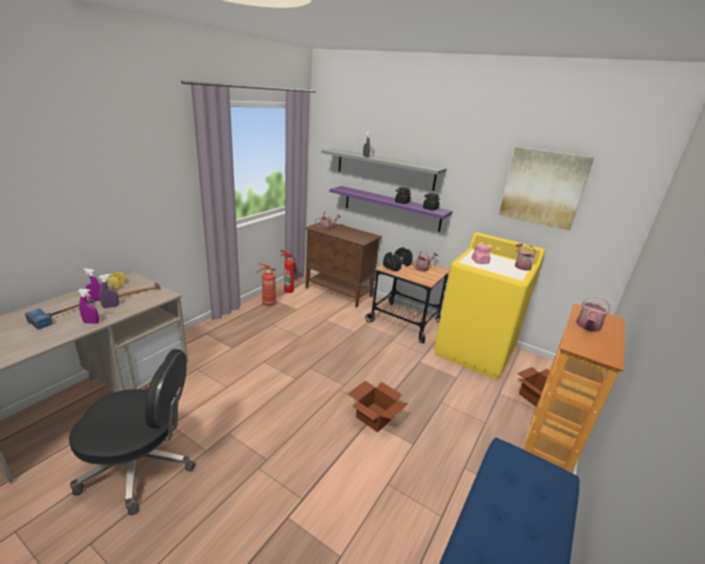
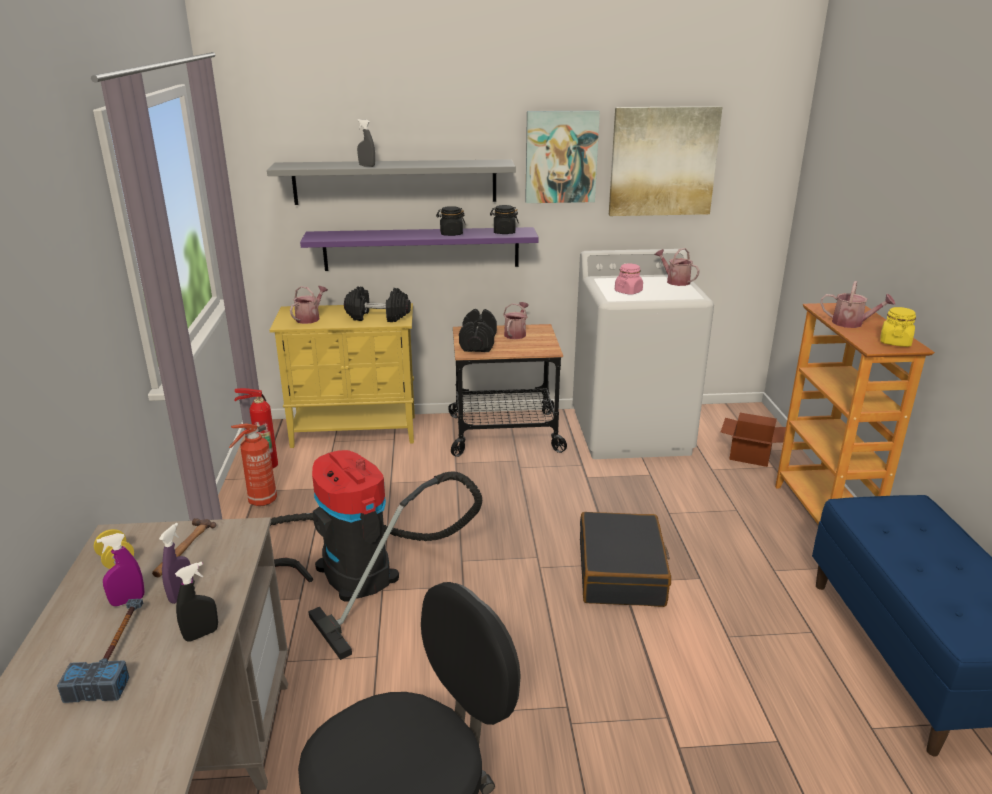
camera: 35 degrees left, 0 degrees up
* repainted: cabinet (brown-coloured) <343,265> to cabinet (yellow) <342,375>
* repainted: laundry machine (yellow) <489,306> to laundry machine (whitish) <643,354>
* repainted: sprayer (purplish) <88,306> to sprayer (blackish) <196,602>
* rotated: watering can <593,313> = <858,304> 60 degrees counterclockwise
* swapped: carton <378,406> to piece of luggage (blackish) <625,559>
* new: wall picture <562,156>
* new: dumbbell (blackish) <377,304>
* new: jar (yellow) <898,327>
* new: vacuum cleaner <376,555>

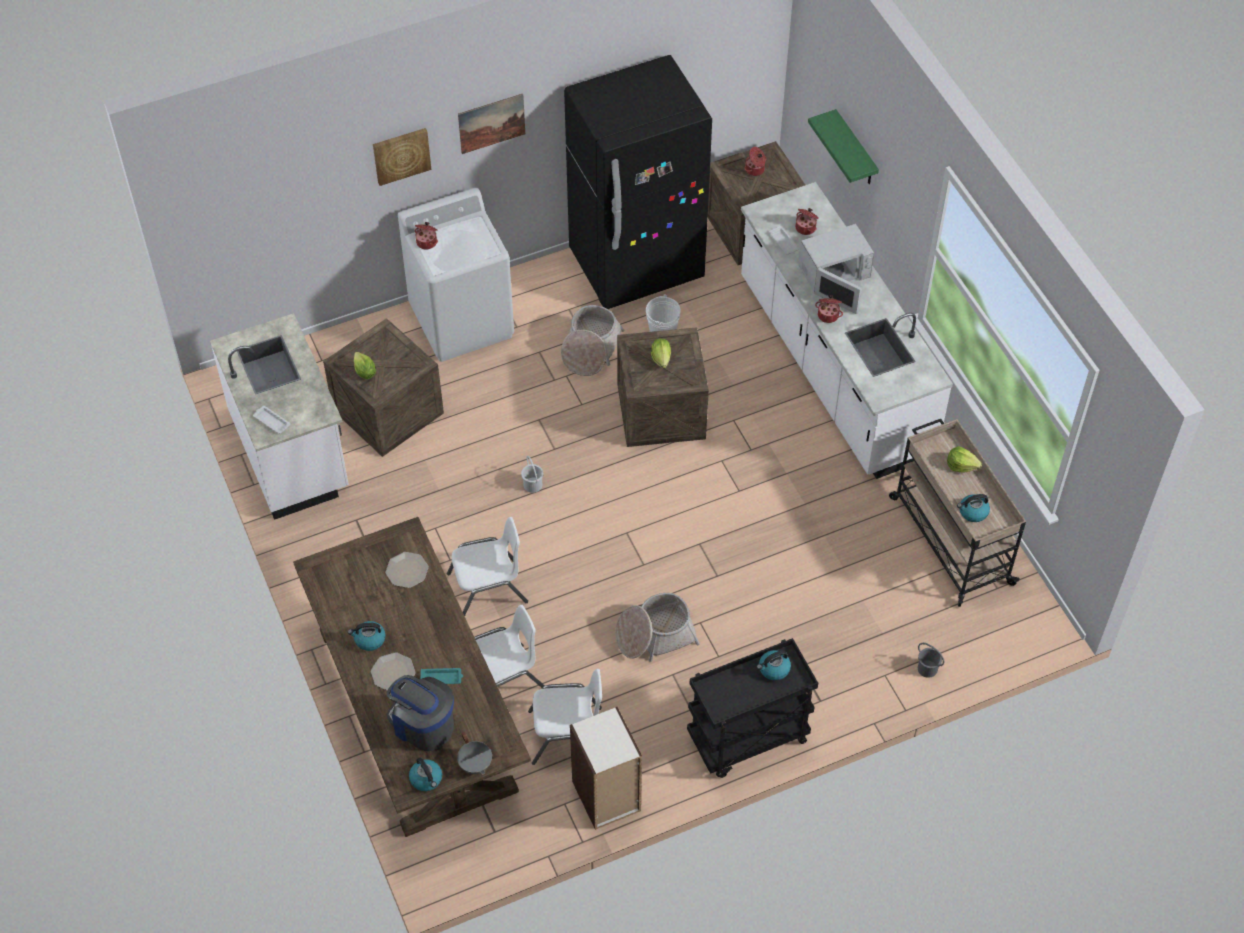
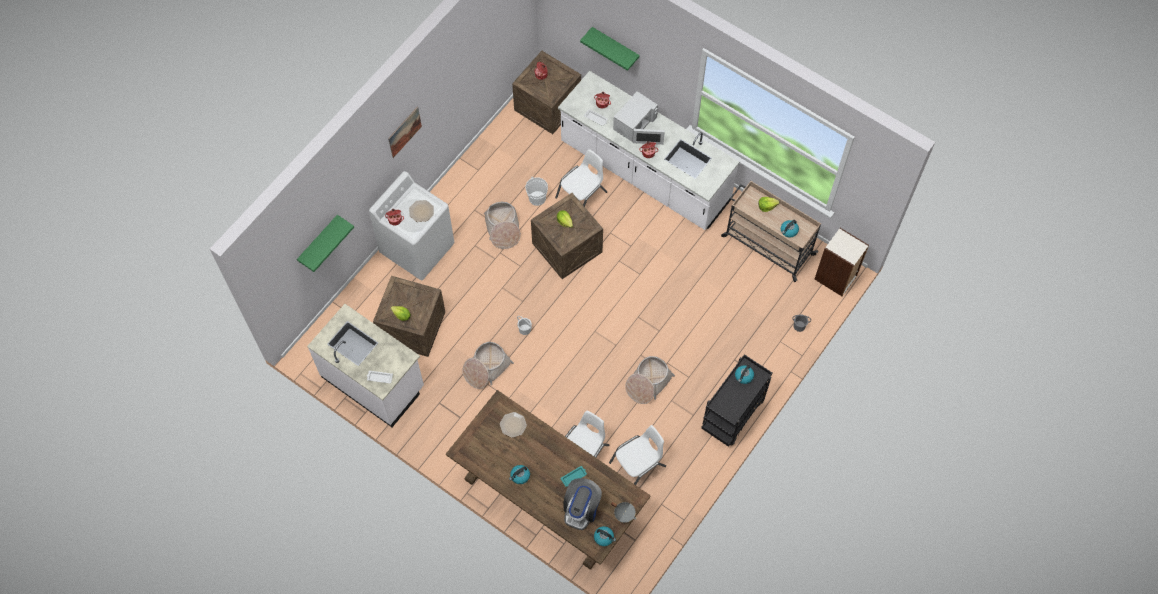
camera: 30 degrees left, 10 degrees up
* gone: fridge (blackish) <638,182>
* gone: wall picture <402,157>
* shifted: chair (whitish) <487,566> to <581,178>
* shifted: plate <393,671> to <421,211>
* rotated: coffee machine <420,713> = <582,504> 75 degrees counterclockwise
* shifted: bookcase <606,768> to <842,262>
* new: shelf (greenish) <325,243>
* new: storage basket <488,365>

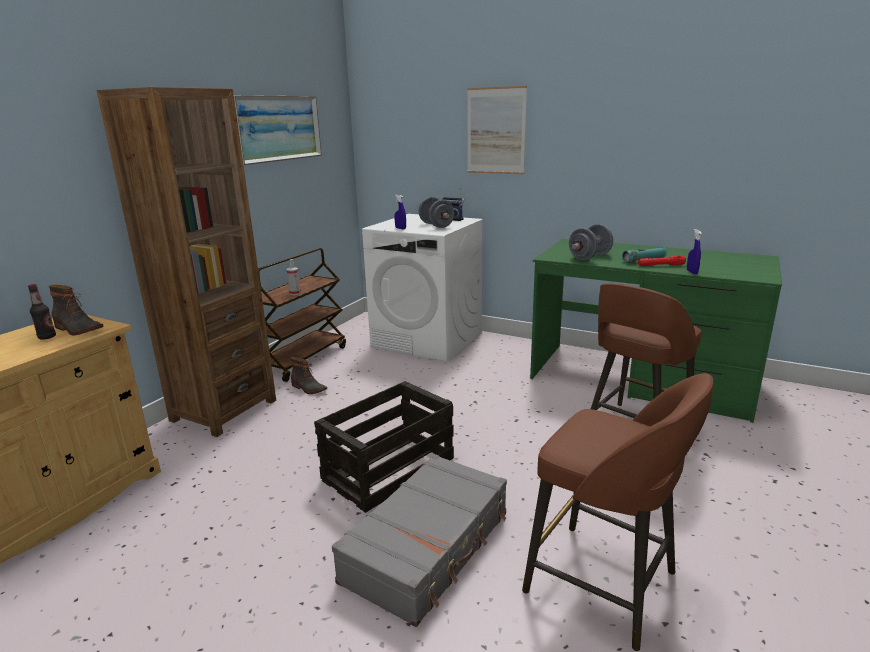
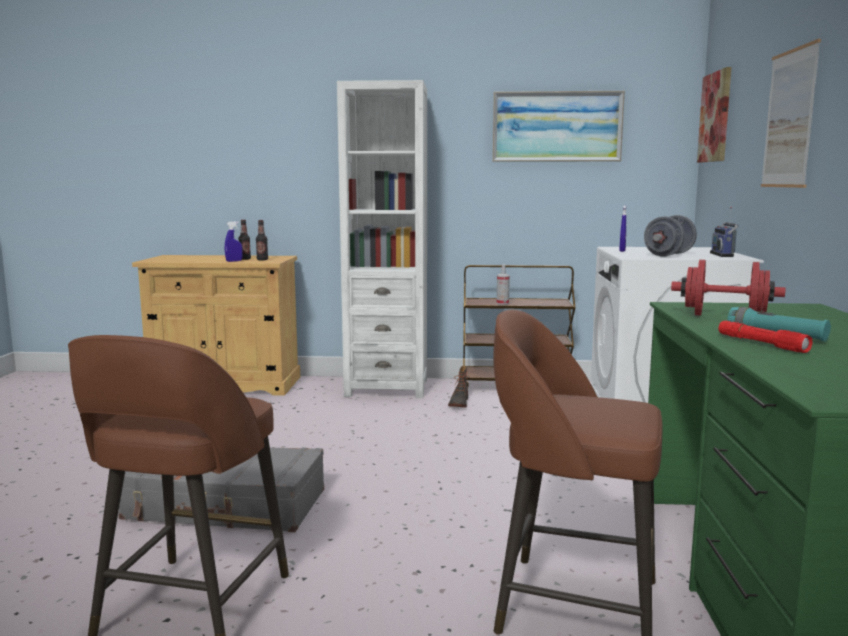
camera: 65 degrees right, 10 degrees down
* repainted: bookcase (brown-coloured) <186,262> to bookcase (whitish) <382,239>
* repainted: dumbbell (grey) <591,242> to dumbbell (red-coloured) <728,288>
* shifted: sprayer (blue-coloured) <694,251> to <233,241>
* swapped: boot <76,310> to beverage bottle <262,240>
* gone: shipping crate <384,447>
* new: wall picture <714,115>

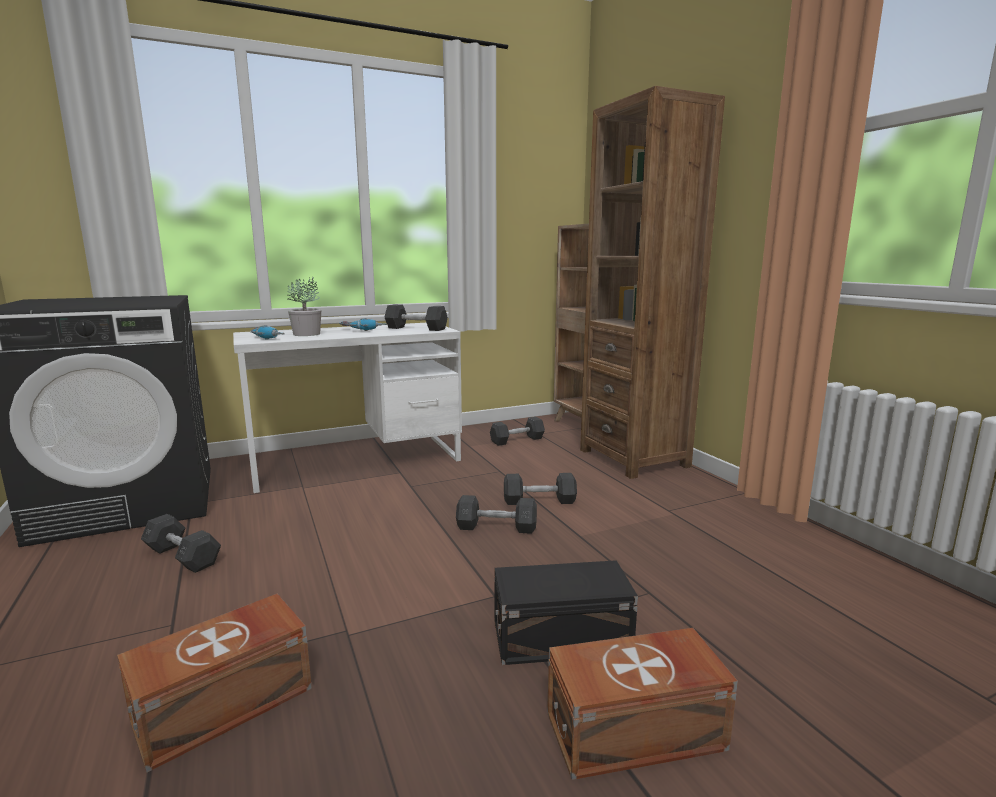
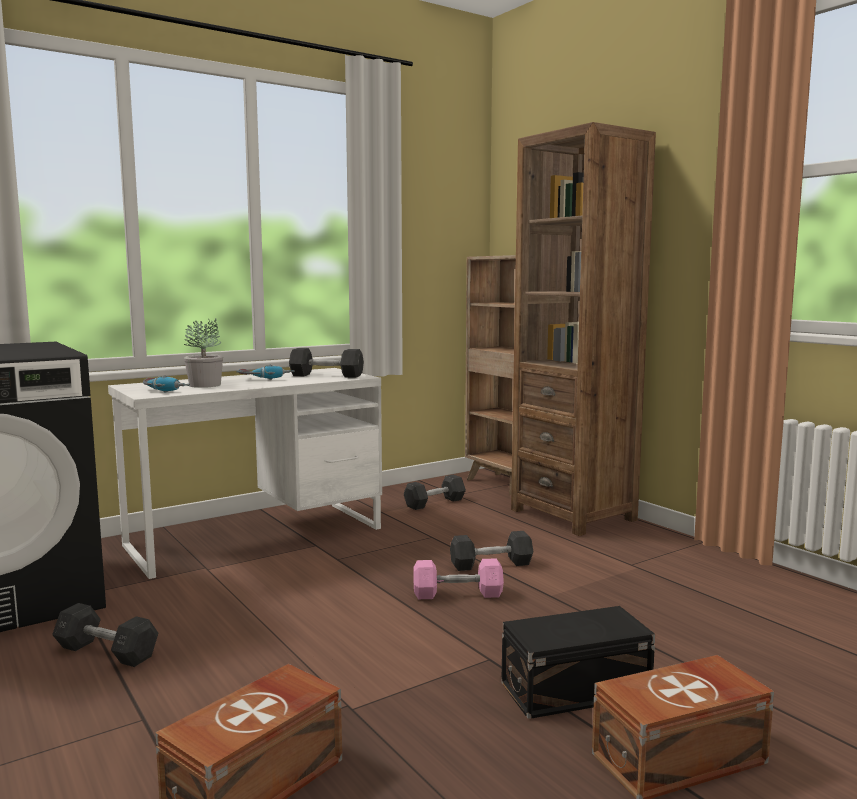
camera: 10 degrees left, 5 degrees down
* repainted: dumbbell (grey) <496,514> to dumbbell (pink-coloured) <458,578>

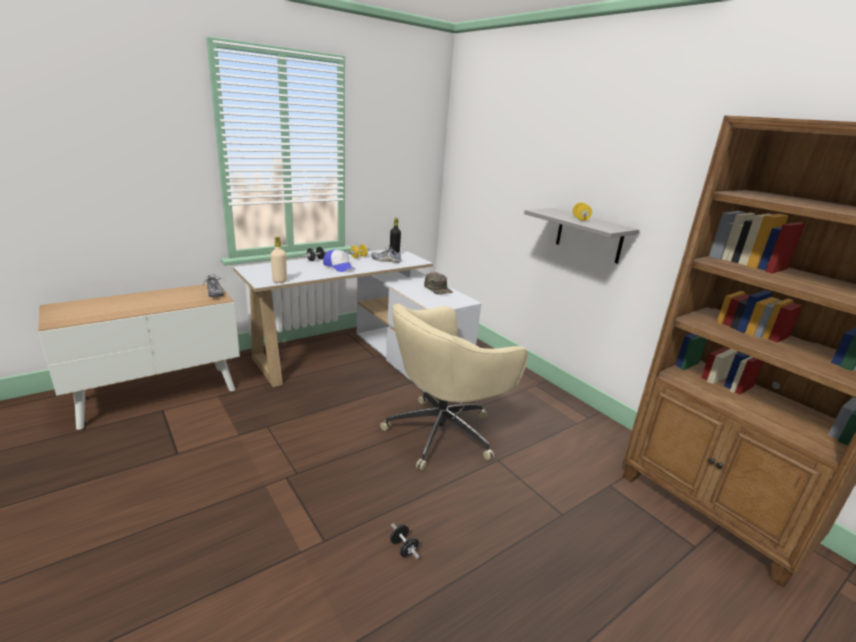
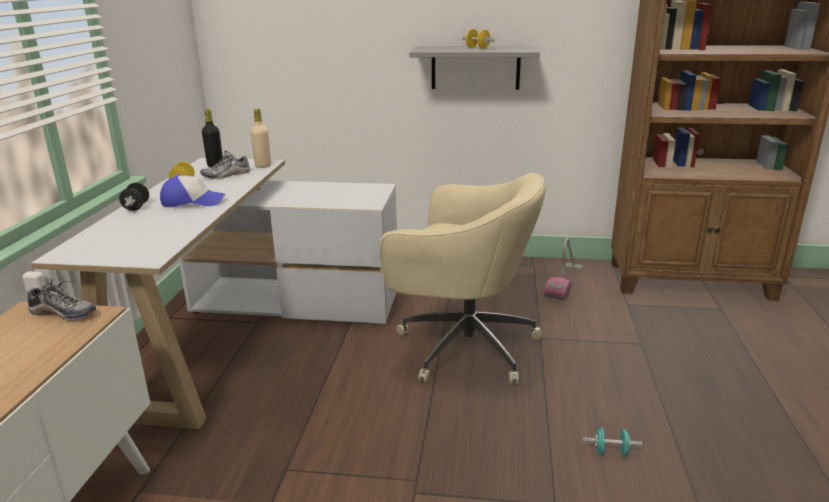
camera: 45 degrees left, 0 degrees up
* shifted: beverage bottle (beige-coloured) <279,260> to <260,138>
* gone: baseball cap (greenish) <438,283>
* rotated: desk chair (beige-coloured) <454,387> = <463,279> 75 degrees counterclockwise
* repainted: dumbbell (blackish) <404,541> to dumbbell (turquoise-coloured) <612,442>
* new: vacuum cleaner <563,268>

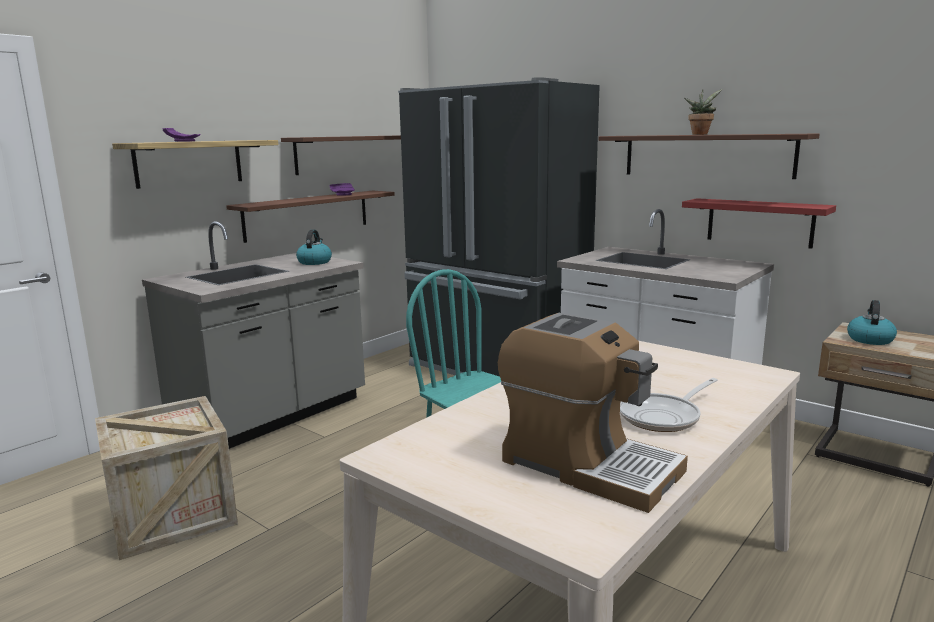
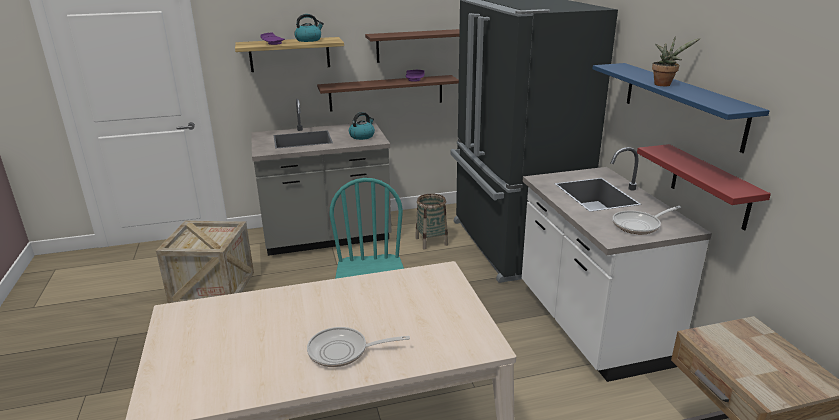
camera: 35 degrees right, 10 degrees up
* repainted: shelf (brown-coloured) <709,156> to shelf (blue-coloured) <680,108>
* shifted: water kettle <872,322> to <309,28>
* gone: coffee machine <593,413>
* new: storage basket <431,221>
* new: frying pan <646,220>

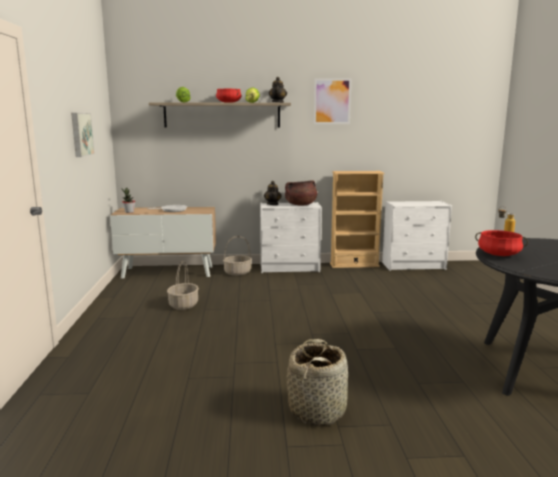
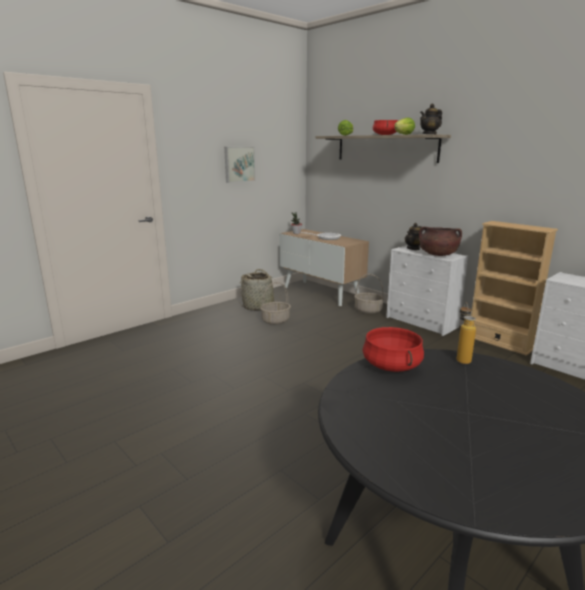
camera: 50 degrees right, 5 degrees up
* gone: wall picture <332,101>
* shifted: storage basket <317,382> to <261,290>

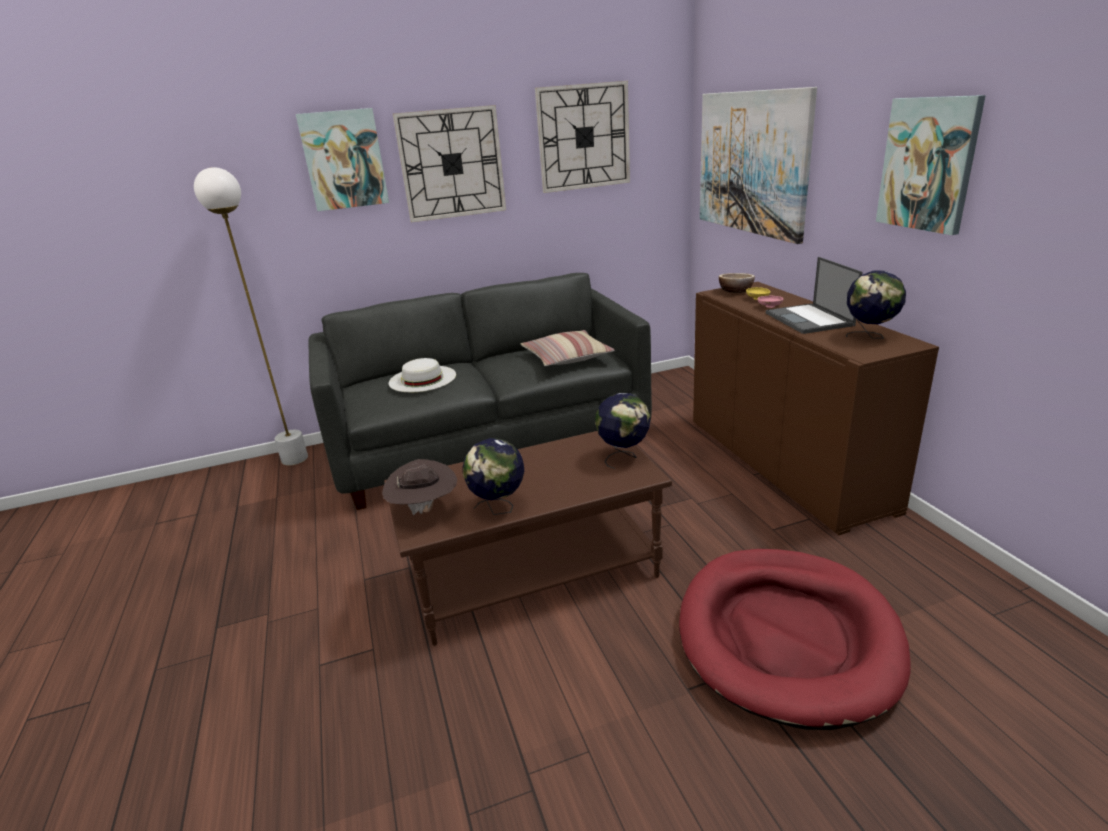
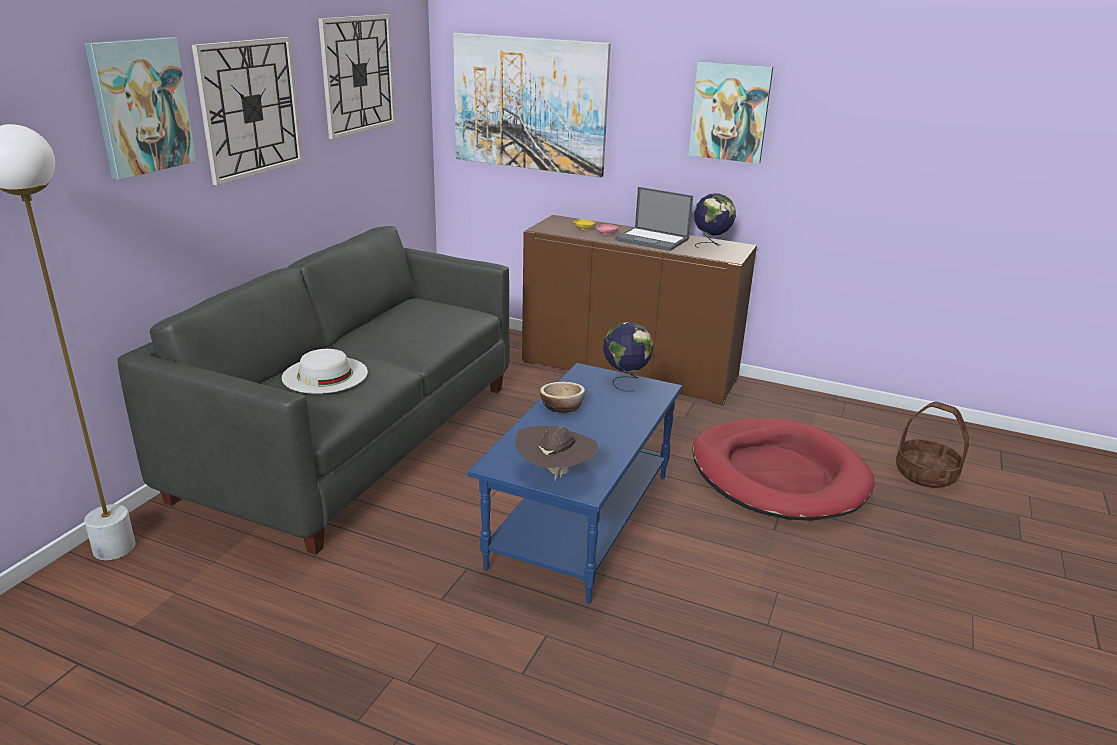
camera: 50 degrees left, 0 degrees up
* shifted: deep dish <737,283> to <562,397>
* gone: throw pillow <568,348>
* repainted: lounge table (brown-coloured) <528,538> to lounge table (blue-coloured) <575,483>
* gone: desk globe <493,476>
* new: storage basket <932,445>

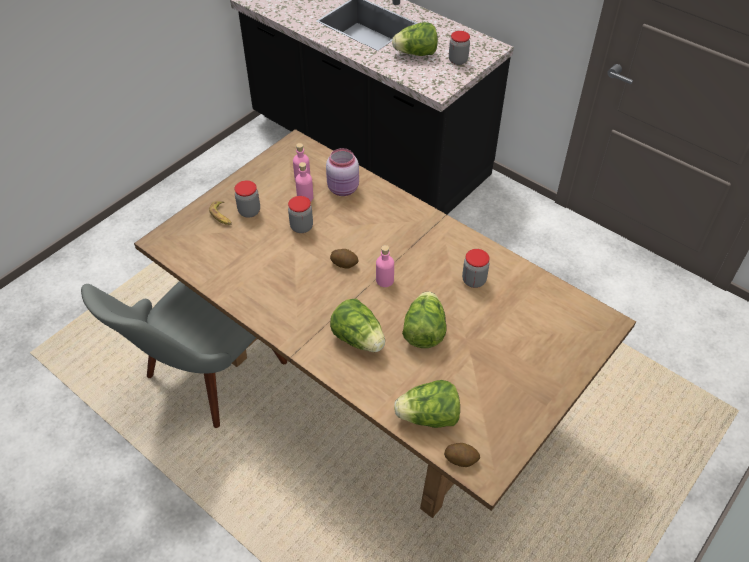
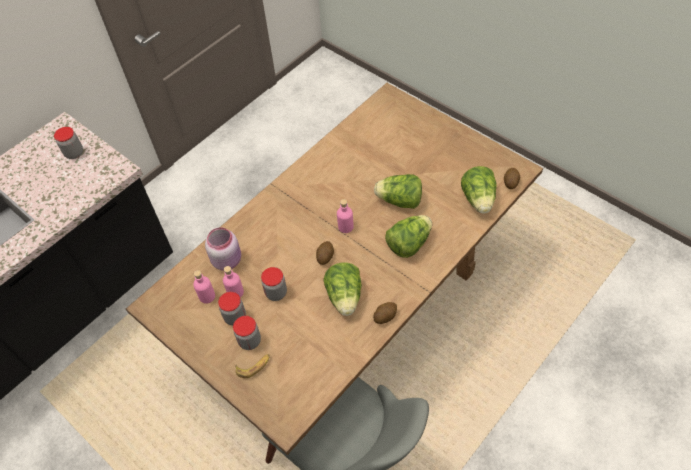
camera: 85 degrees left, 5 degrees up
* shifted: lettuce head <415,39> to <342,289>
* shifted: jar <475,268> to <232,309>
* new: spud <385,313>

